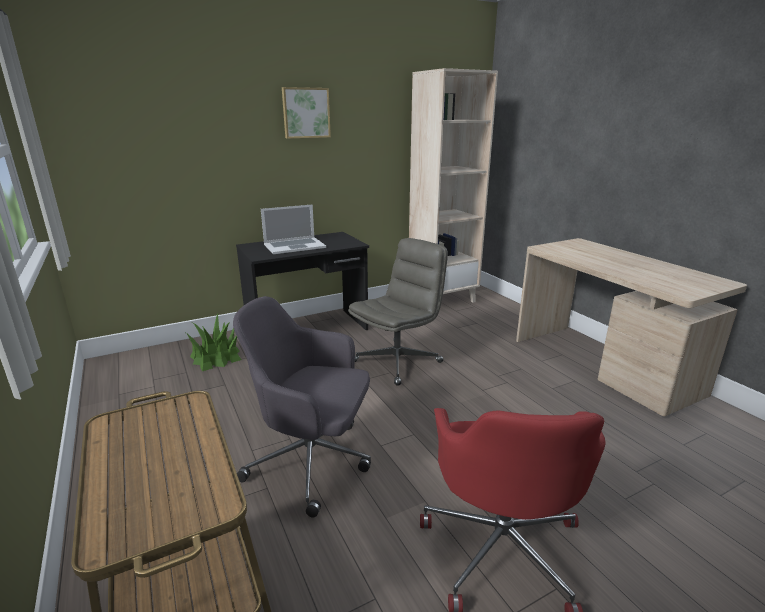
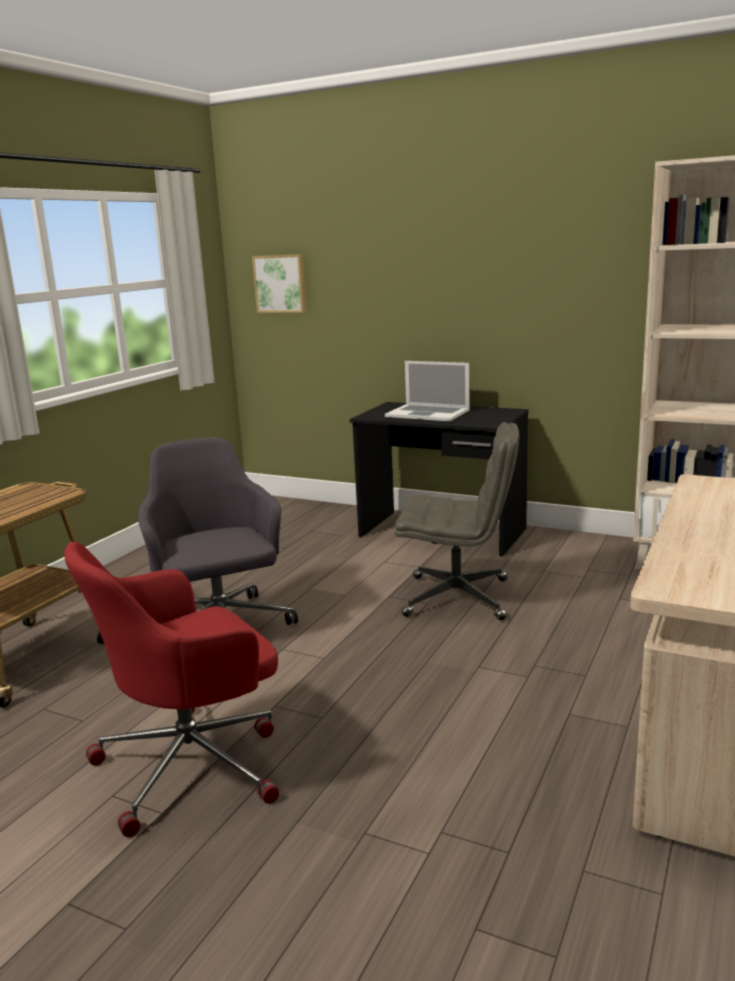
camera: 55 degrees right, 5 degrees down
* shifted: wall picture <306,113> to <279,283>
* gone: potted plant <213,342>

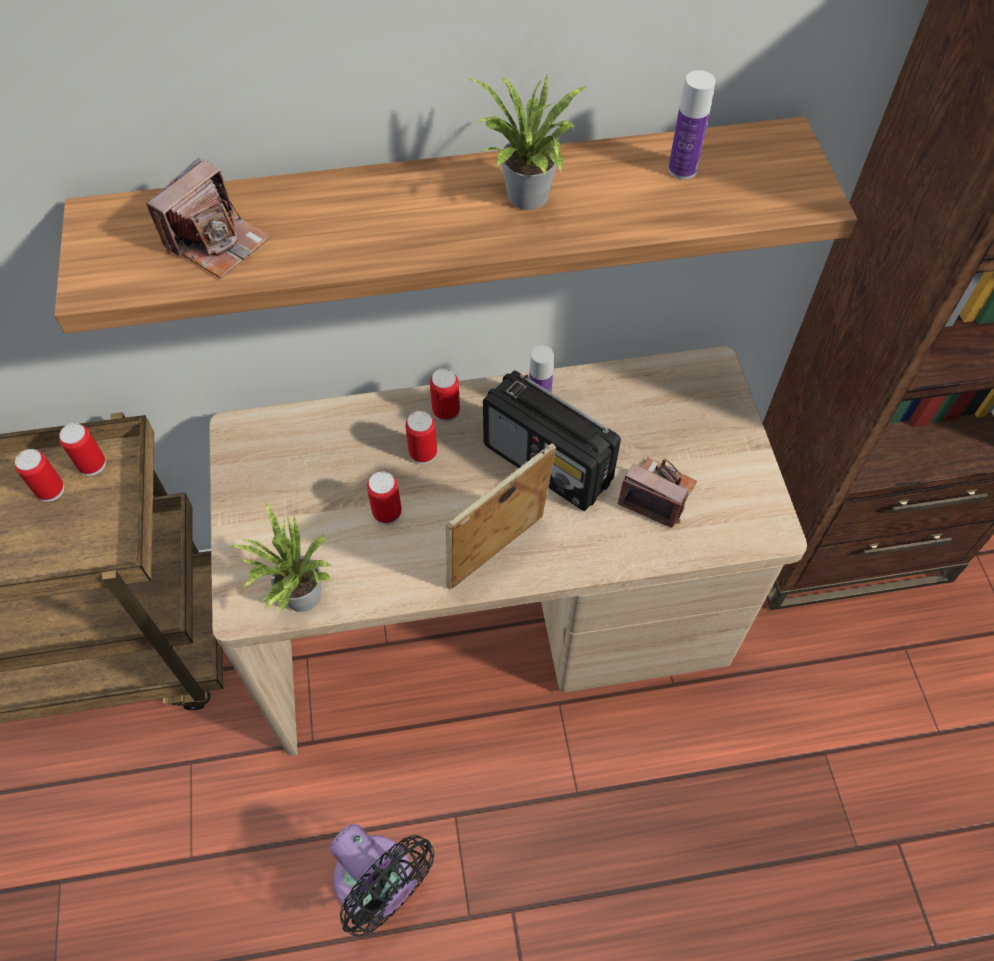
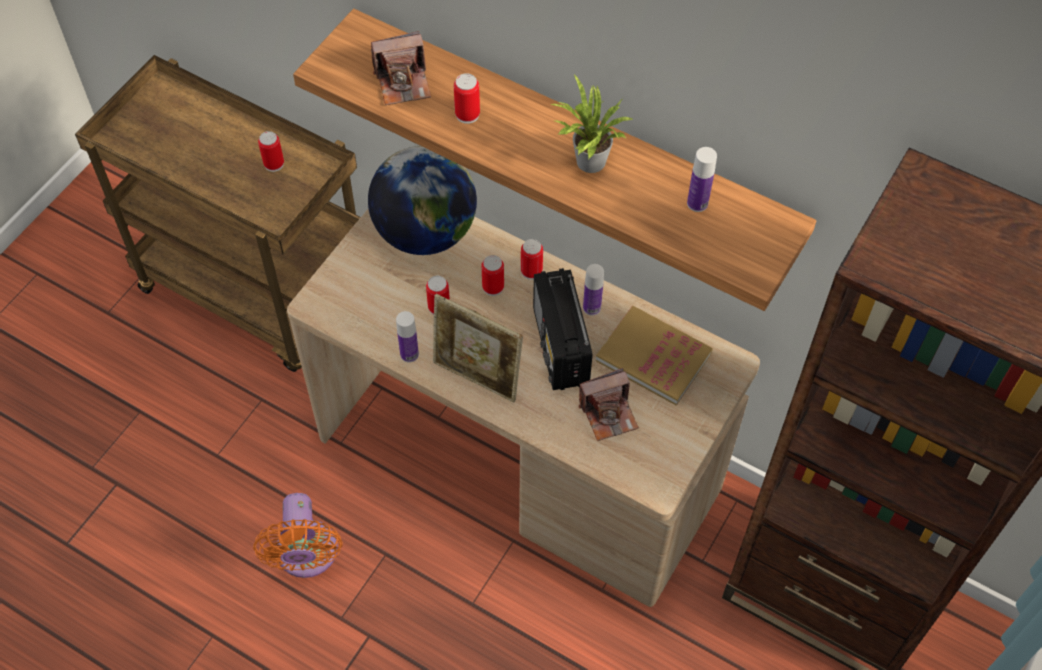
camera: 40 degrees right, 0 degrees up
* shifted: can <82,449> to <467,98>
* rotated: standing frame <501,516> = <478,348> 150 degrees counterclockwise
* rotated: still camera <657,493> = <609,404> 90 degrees clockwise
* gone: potted plant <280,556>
* repainted: cooling fan (blackish) <382,880> to cooling fan (orange-coloured) <298,535>
* new: desk globe <422,200>
* new: book <654,356>
* new: beverage bottle <407,337>

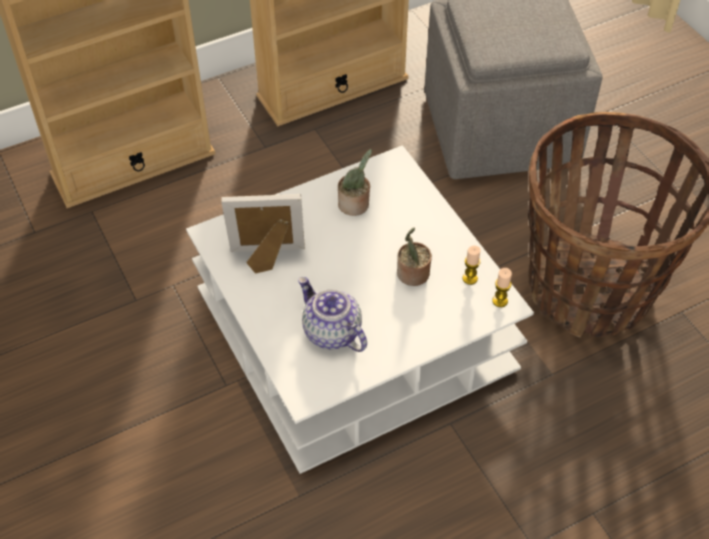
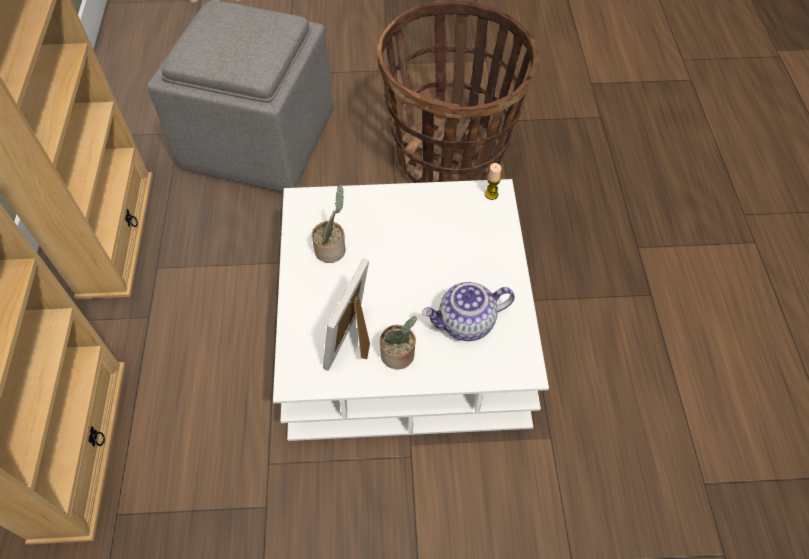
camera: 65 degrees left, 5 degrees up
* shifted: potted plant <414,257> to <398,342>
* gone: candle <471,265>

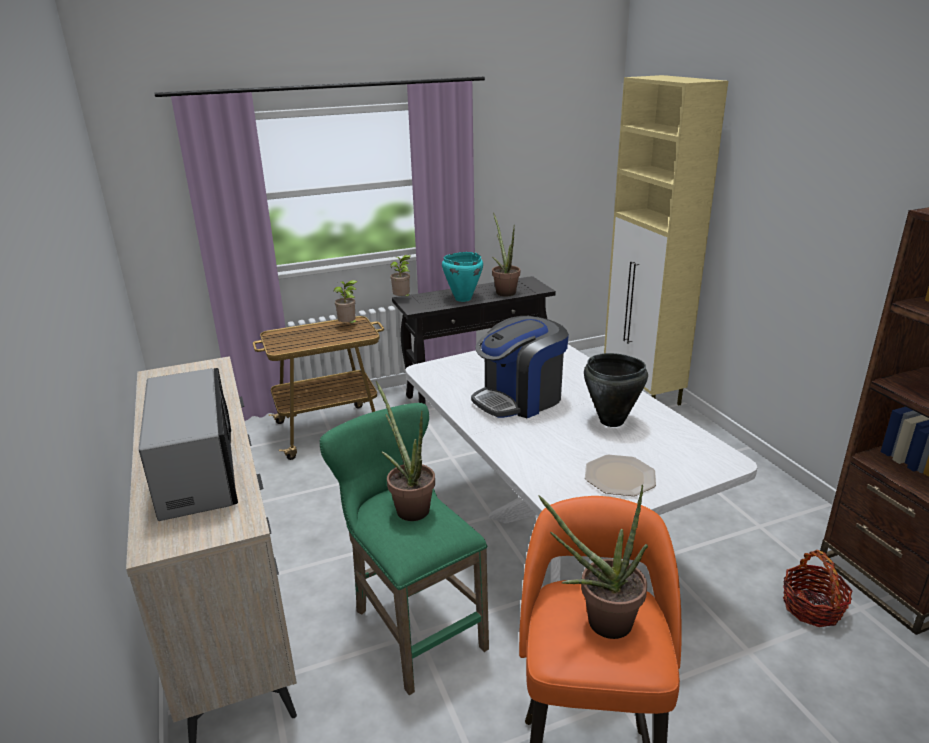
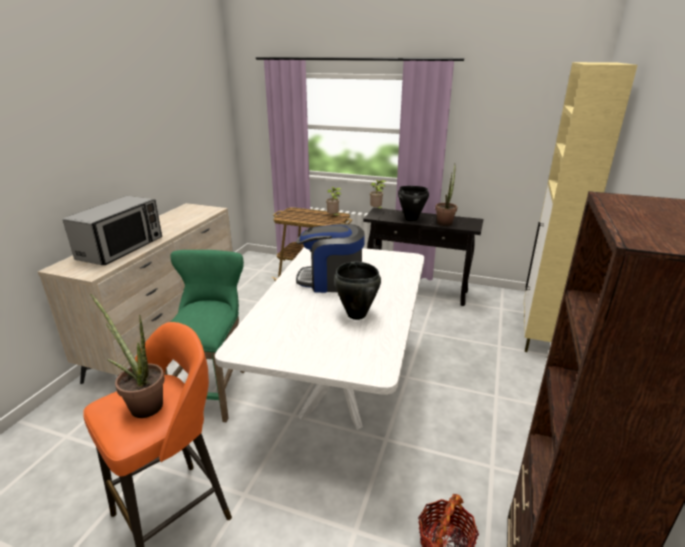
camera: 40 degrees right, 0 degrees up
* repainted: saucepot (turquoise-coloured) <462,277> to saucepot (blackish) <413,203>
* gone: potted plant <405,451>
* gone: plate <620,475>

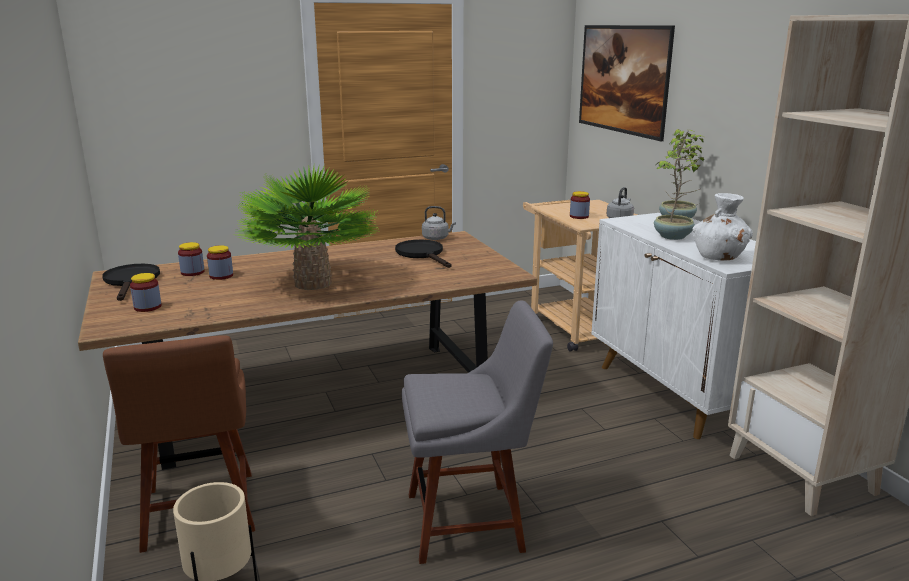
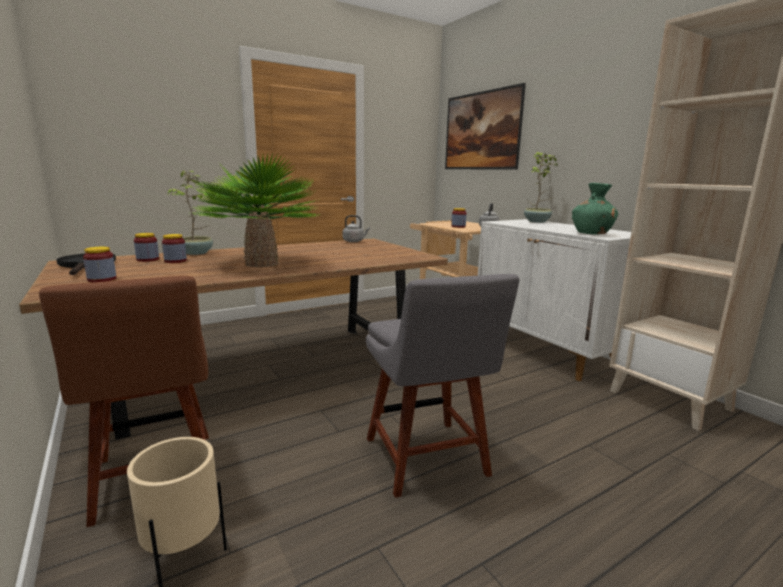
camera: 10 degrees left, 5 degrees down
* shifted: potted plant <679,189> to <190,213>
* repainted: decorative vase (whitish) <722,227> to decorative vase (greenish) <595,209>
* gone: frying pan (blackish) <423,254>
* rotated: chair (grey) <477,432> = <442,386> 90 degrees clockwise

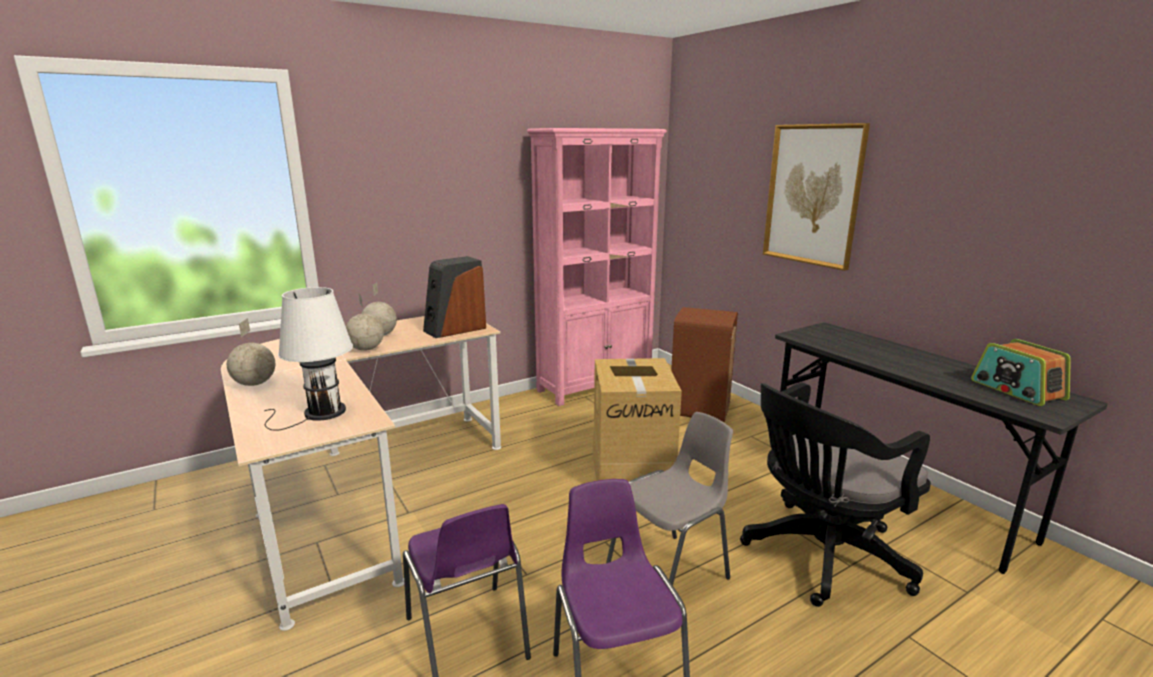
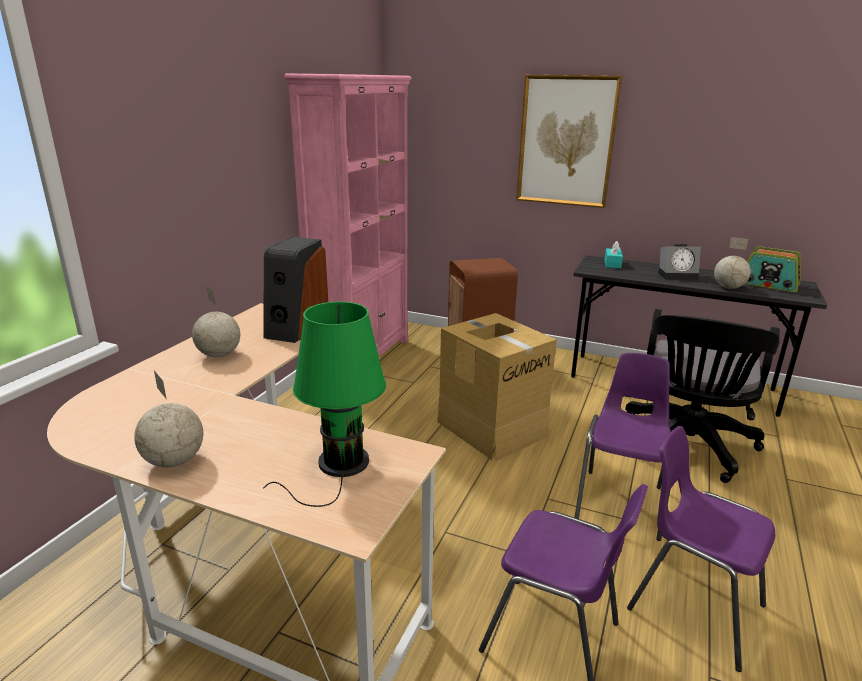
camera: 35 degrees left, 5 degrees up
* repainted: table lamp (whitish) <308,359> to table lamp (greenish) <324,404>
* shifted: desk globe <365,322> to <732,263>
* repainted: chair (grey) <669,498> to chair (purplish) <623,447>
* new: tissue holder (turquoise-coloured) <613,254>
* new: bedside clock <679,262>

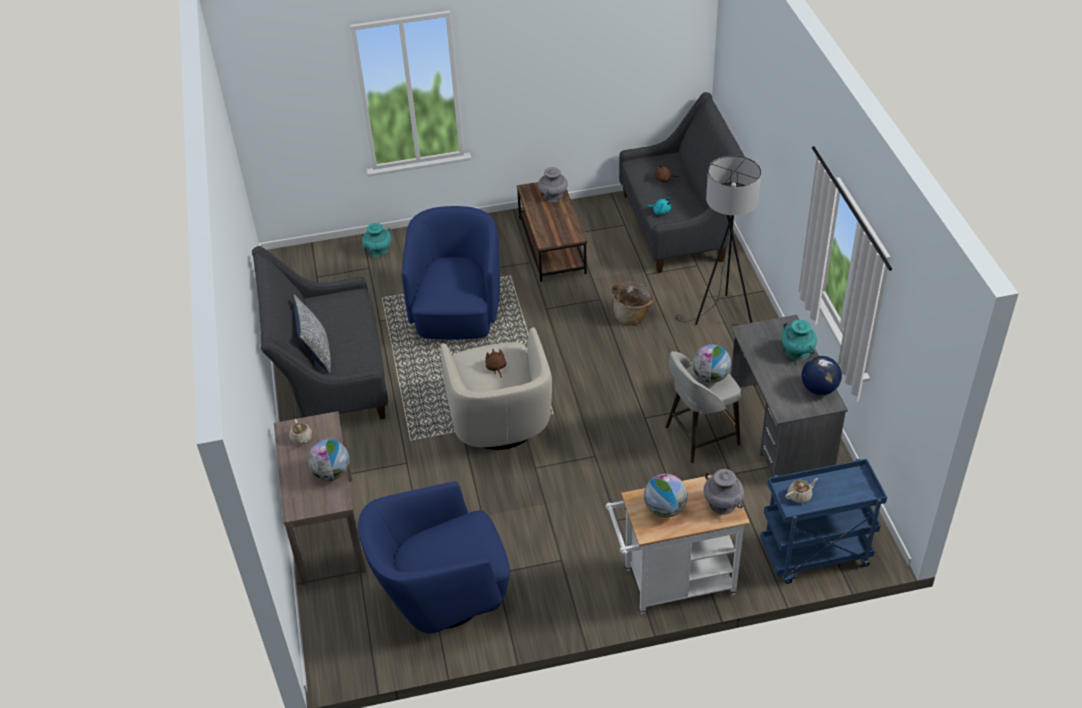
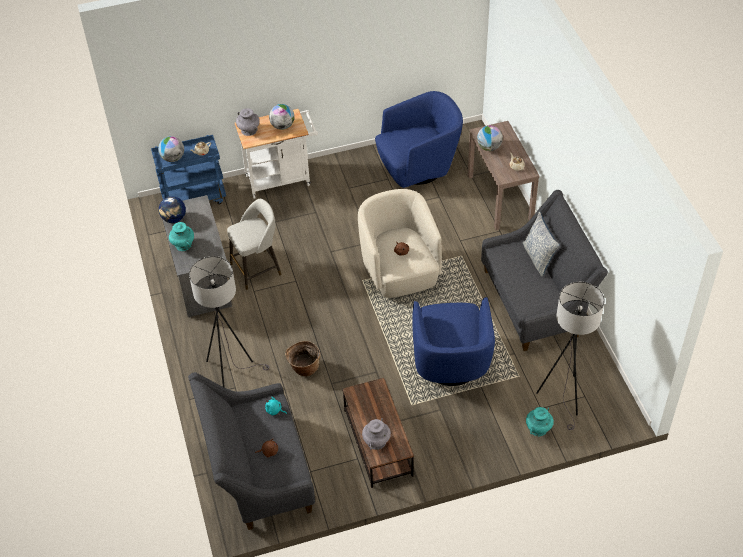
camera: 175 degrees right, 5 degrees up
* shifted: desk globe <711,363> to <171,149>
* new: standing lamp (grey) <570,356>

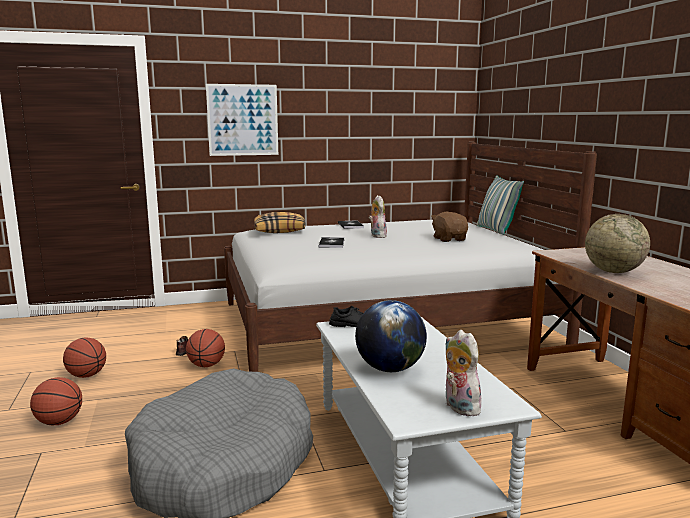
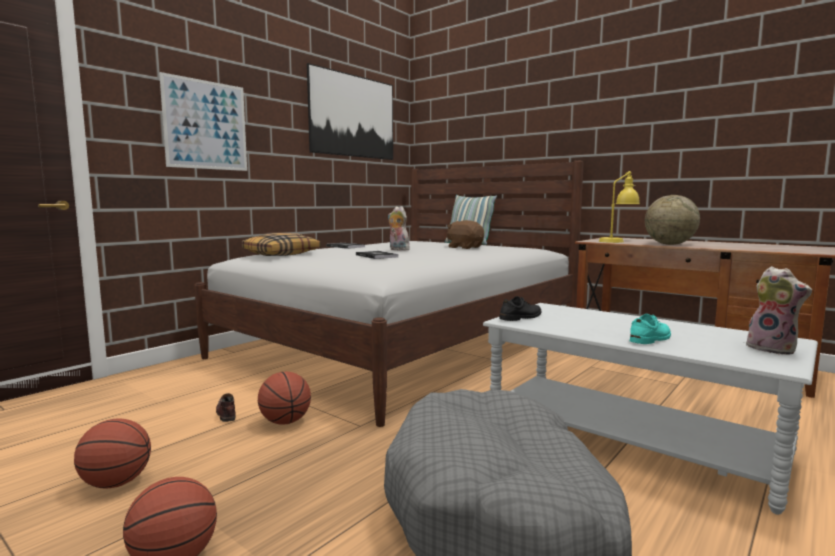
camera: 35 degrees left, 5 degrees down
* swapped: desk globe <391,336> to item of footwear (turquoise-coloured) <650,329>
* rotated: plush toy <463,373> = <779,310> 150 degrees counterclockwise
* new: wall picture <350,111>
* new: table lamp (yellow) <619,207>

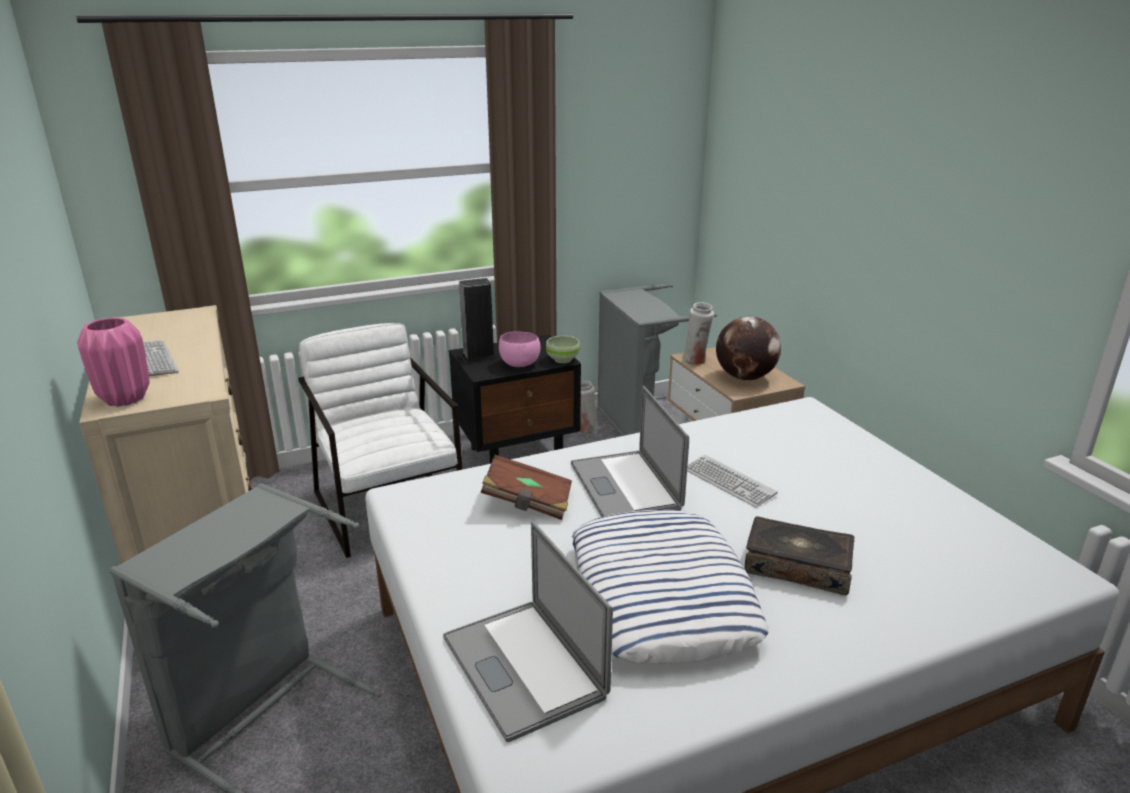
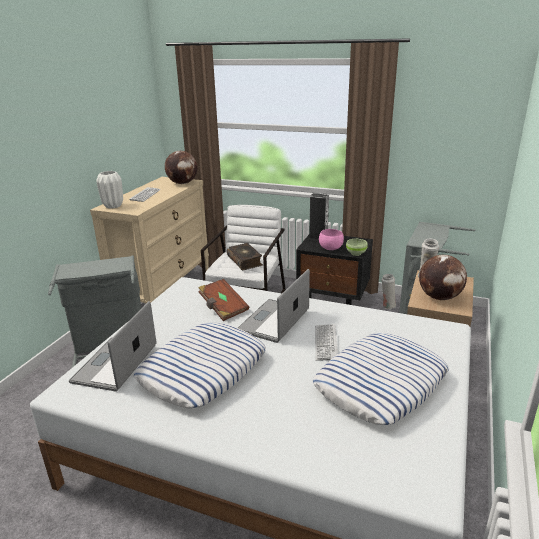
camera: 45 degrees right, 0 degrees up
* repainted: decorative vase (pink-coloured) <113,362> to decorative vase (whitish) <110,190>
* shifted: book <799,555> to <245,256>
* new: desk globe <181,167>
* new: throw pillow <381,379>

